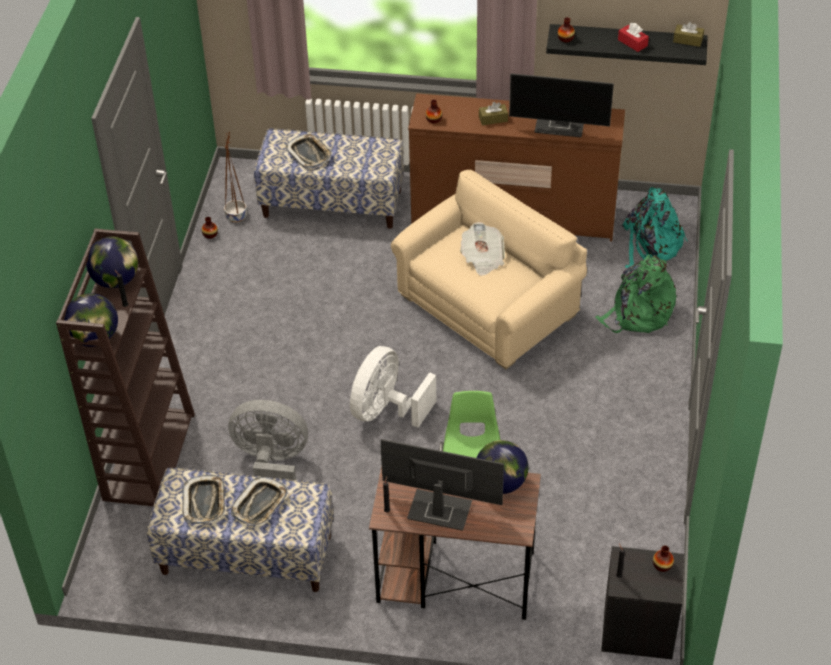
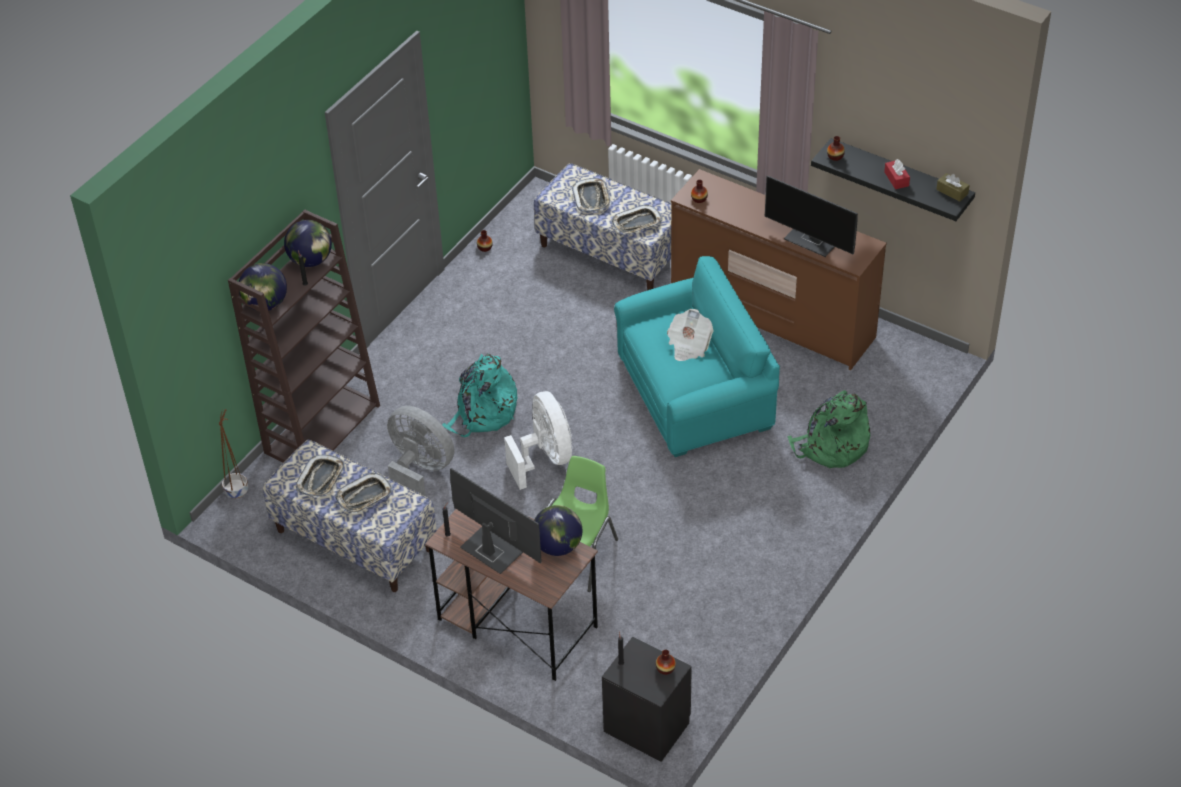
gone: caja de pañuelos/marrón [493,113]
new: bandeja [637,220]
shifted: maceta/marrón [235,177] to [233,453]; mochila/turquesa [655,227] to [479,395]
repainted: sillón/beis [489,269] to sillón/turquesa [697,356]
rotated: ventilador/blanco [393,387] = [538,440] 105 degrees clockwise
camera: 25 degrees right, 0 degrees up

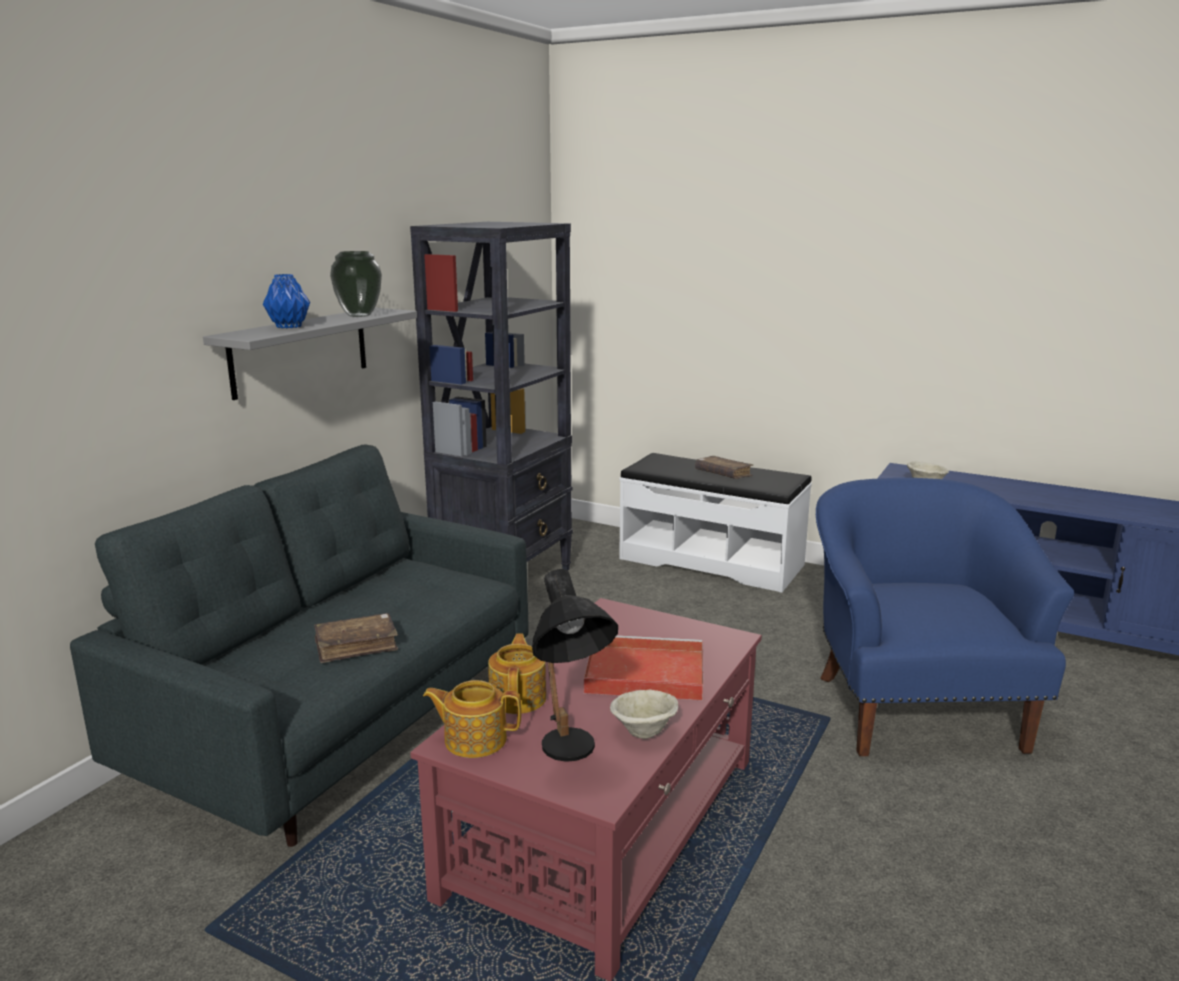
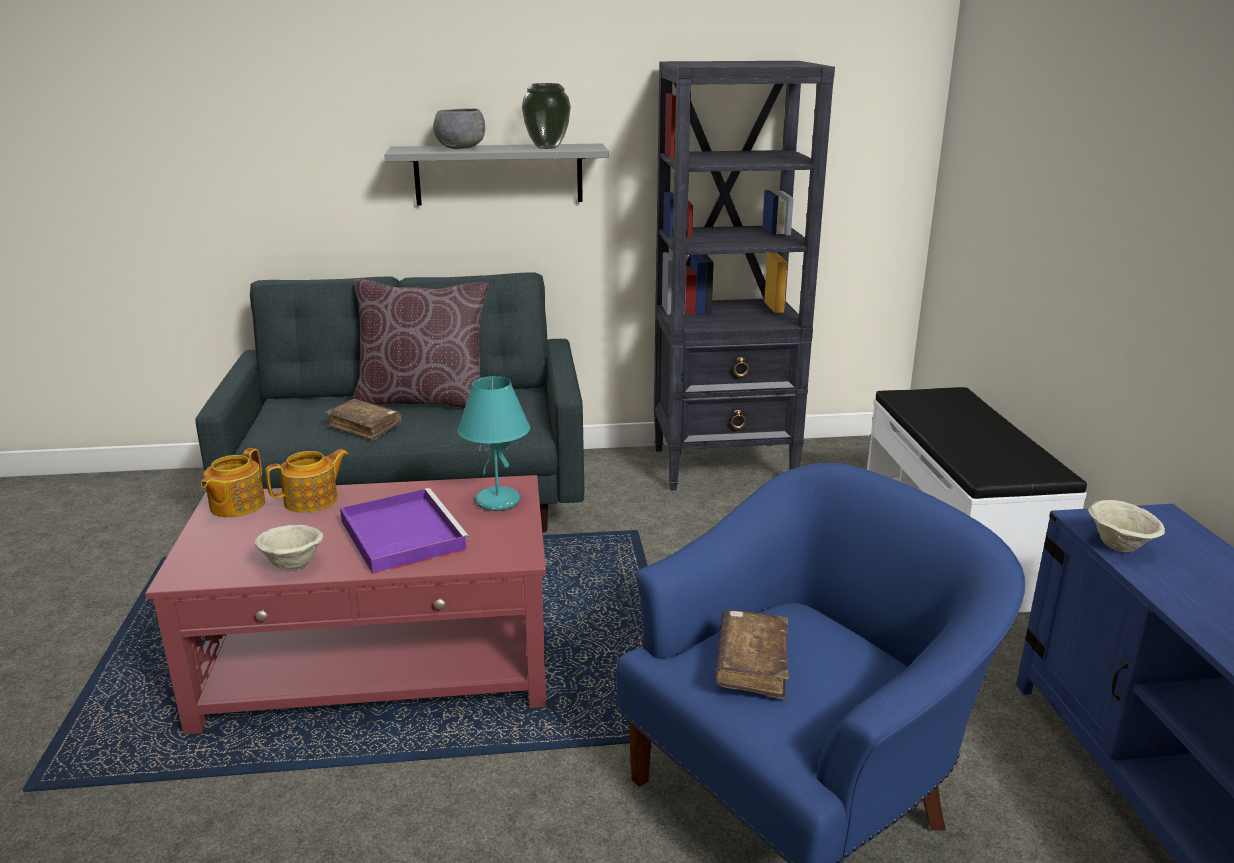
gone: lámpara de mesa/negro [575,665]
new: cojín/marrón [421,343]; lámpara de mesa/turquesa [493,443]
shifted: libro/marrón [724,467] to [752,654]
swapped: florero/azul [286,301] to cuenco/gris [459,129]
repainted: bandeja/rojo [643,667] to bandeja/morado [405,531]
rotated: tetera [472,719] = [233,482] 135 degrees counterclockwise
camera: 55 degrees right, 5 degrees up

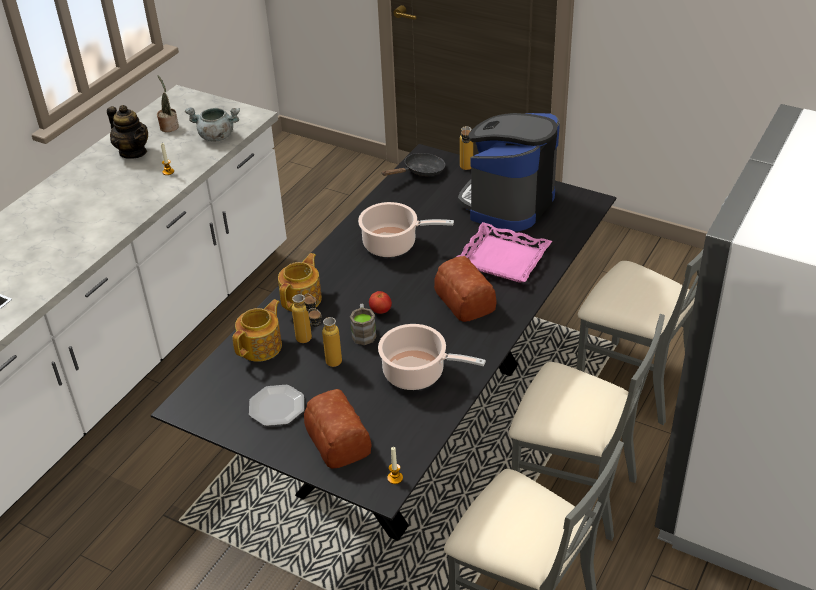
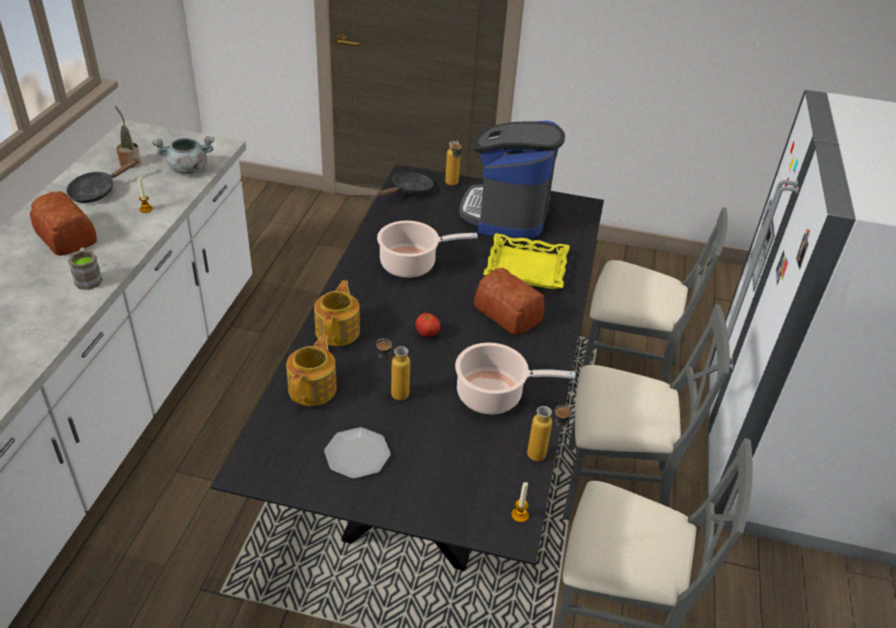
shifted: botella [304,318] to [549,433]; taza grande/marrón [363,324] to [85,268]; pan [338,429] to [63,223]
swapped: tetera [127,132] to sartén/negro [102,181]
repainted: bandeja/rosa [504,252] to bandeja/amarillo [526,261]
camera: 20 degrees left, 0 degrees up

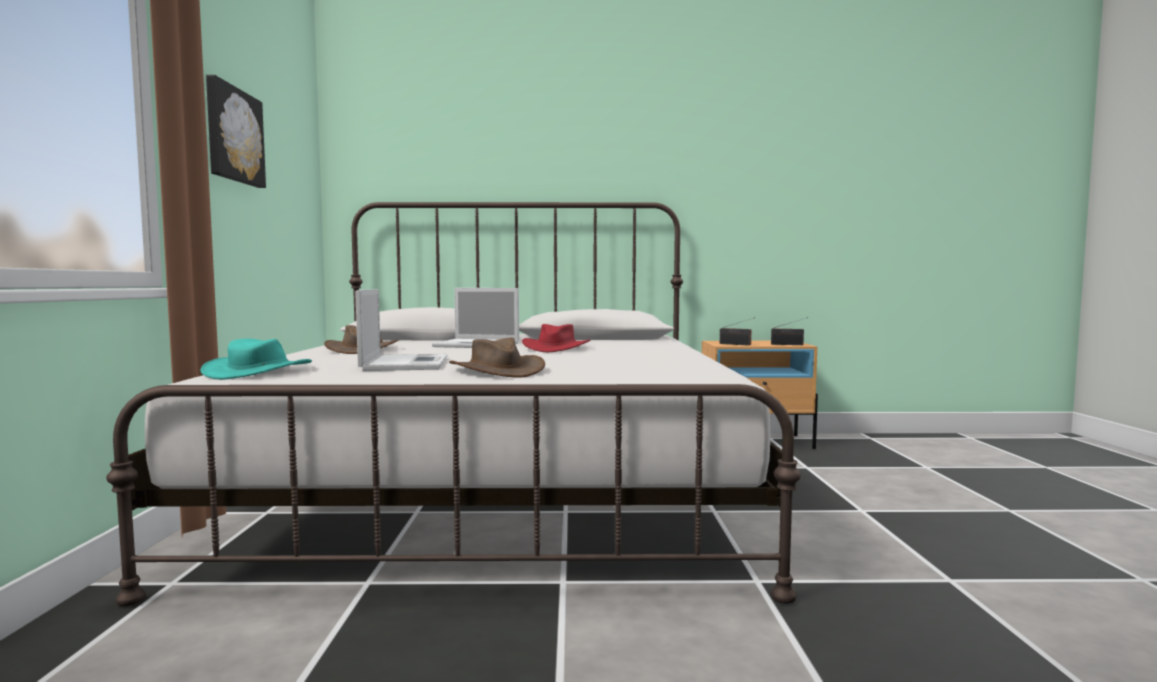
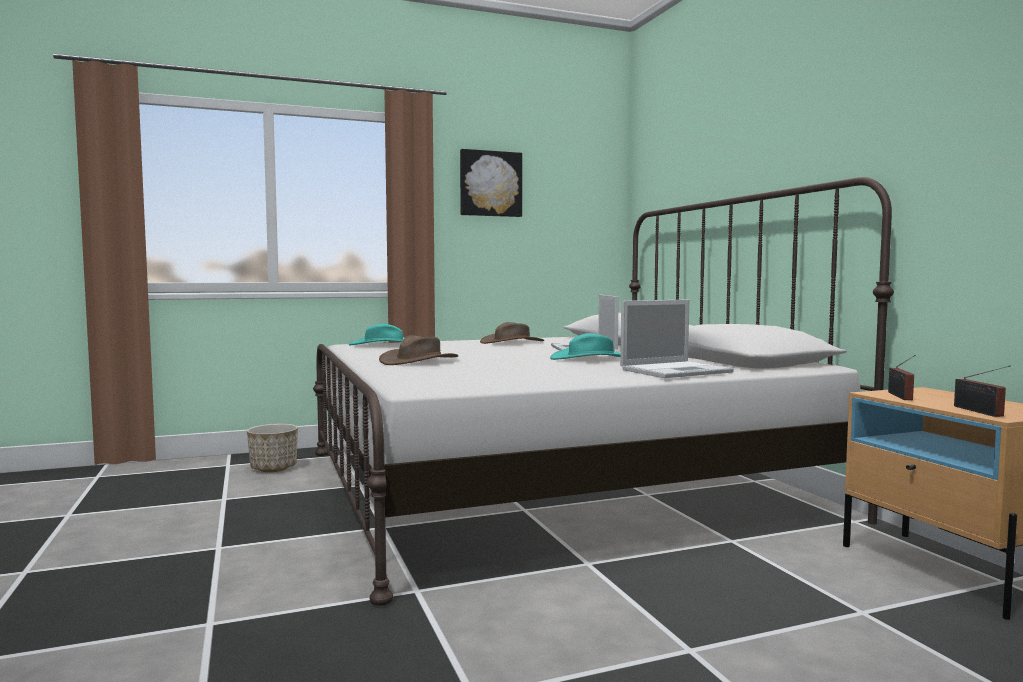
new: maceta [272,448]
shifted: portátil [401,330] to [677,338]
repainted: sombrero/rojo [556,338] to sombrero/turquesa [585,346]
camera: 70 degrees right, 0 degrees up

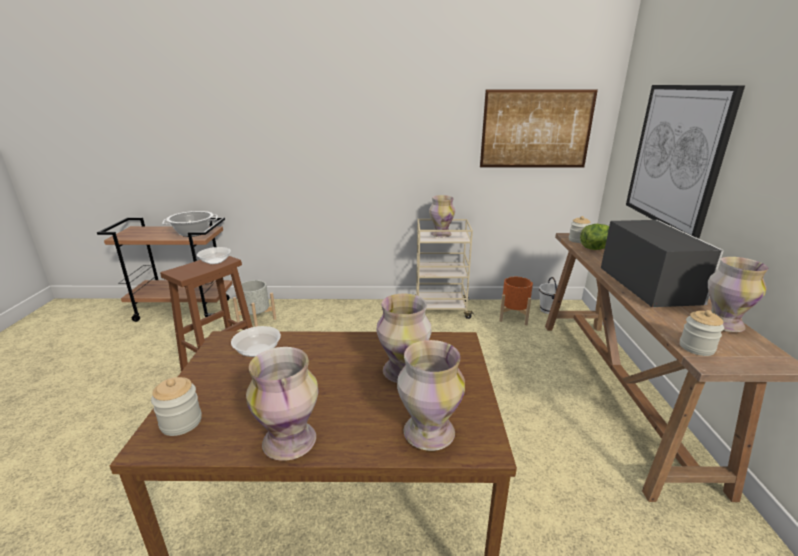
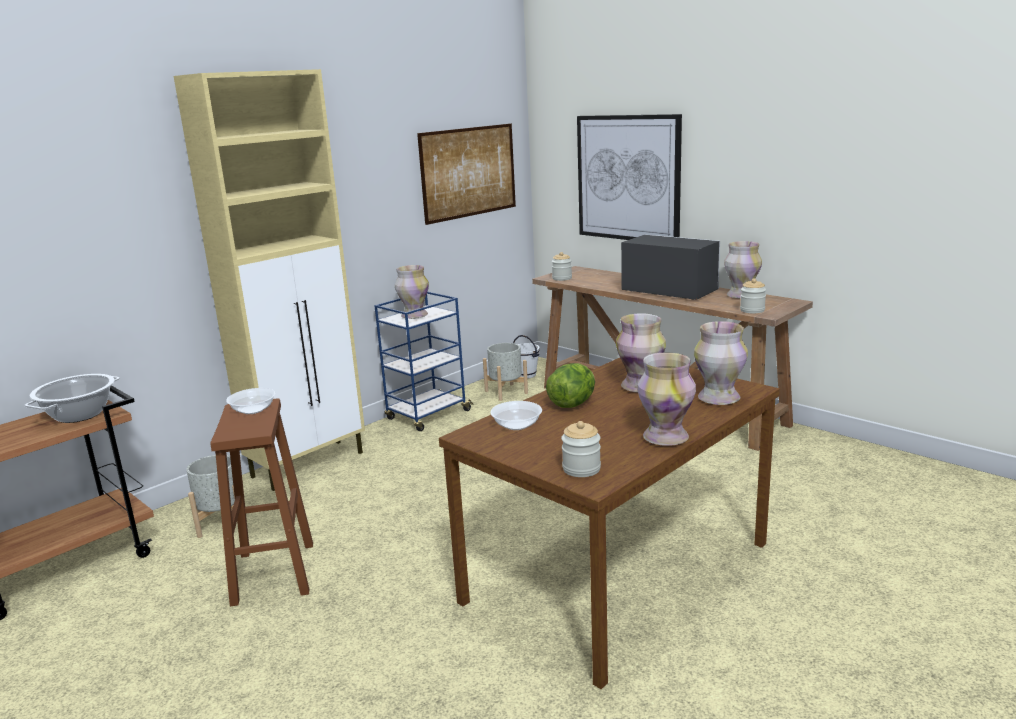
new: armario/beis [269,280]
shifted: lechuga [594,237] to [570,385]
repainted: carrito/beis [445,269] to carrito/azul [424,361]; maceta/naranja [516,301] to maceta/gris [505,372]
camera: 45 degrees left, 5 degrees down

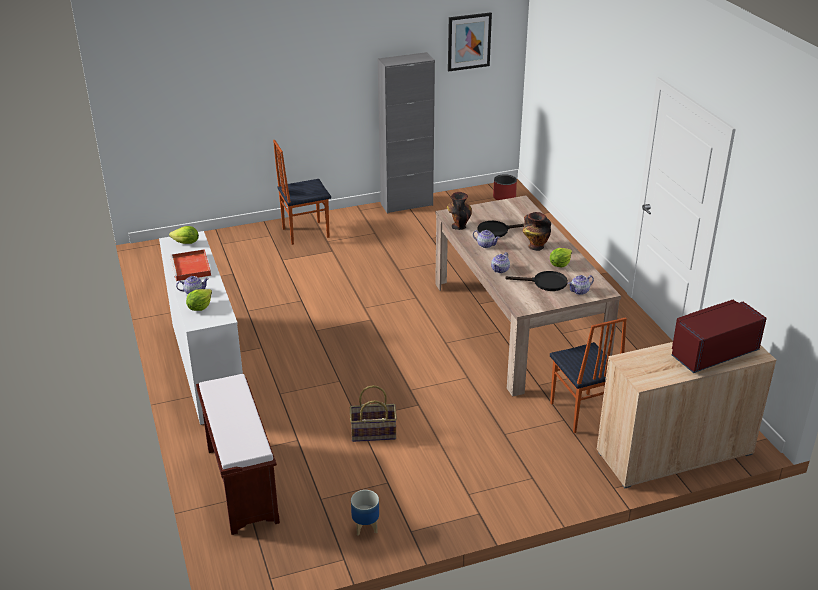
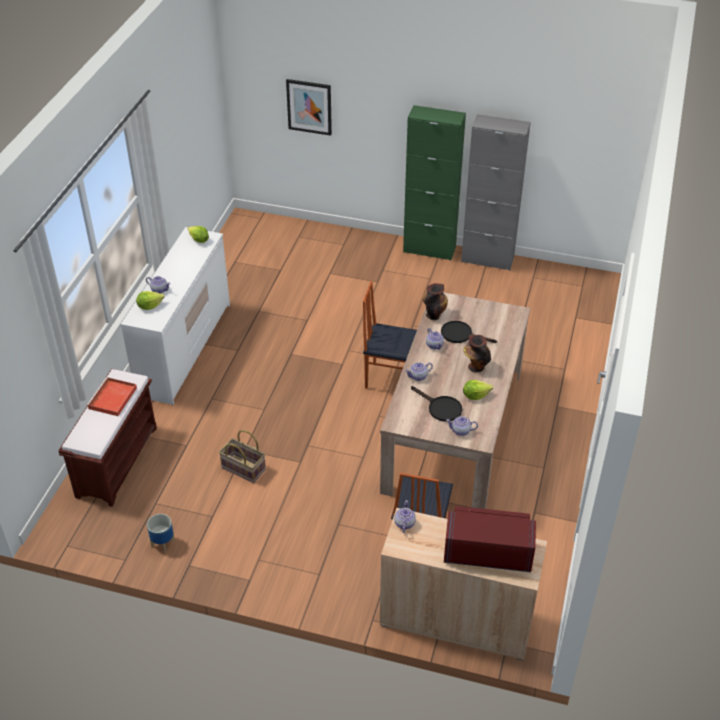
gone: maceta/rojo [505,187]
new: armario/verde [434,183]; tetera [405,516]
shifted: cuadro [470,41] to [309,107]; silla [302,192] to [390,335]; bandeja/rojo [190,265] to [111,396]
camera: 35 degrees right, 10 degrees up

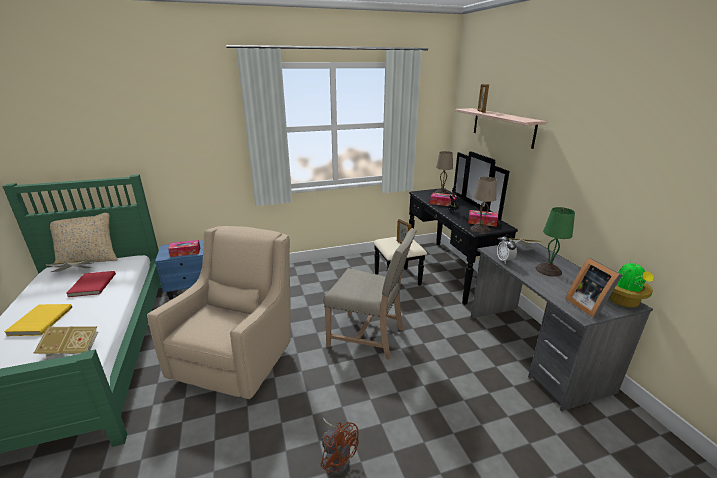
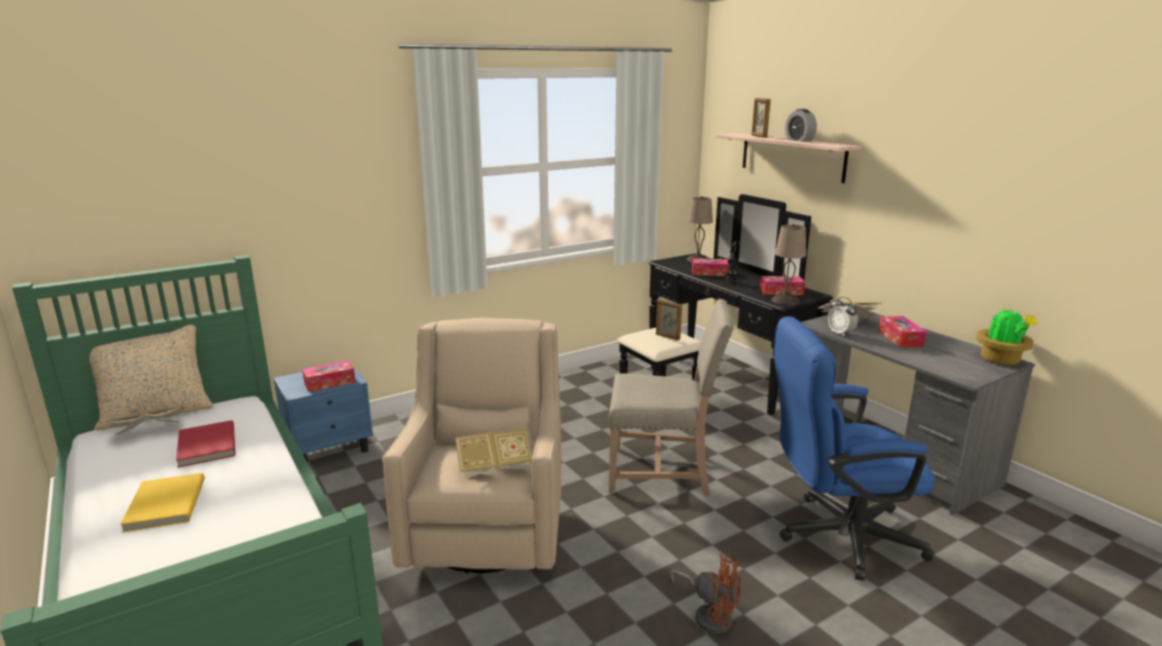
gone: portarretratos [593,288]
new: despertador [801,125]; silla de oficina/azul [854,448]
shifted: libro [65,341] to [493,453]
swapped: lámpara de mesa/verde [555,242] to caja de pañuelos [902,332]
camera: 15 degrees left, 5 degrees down

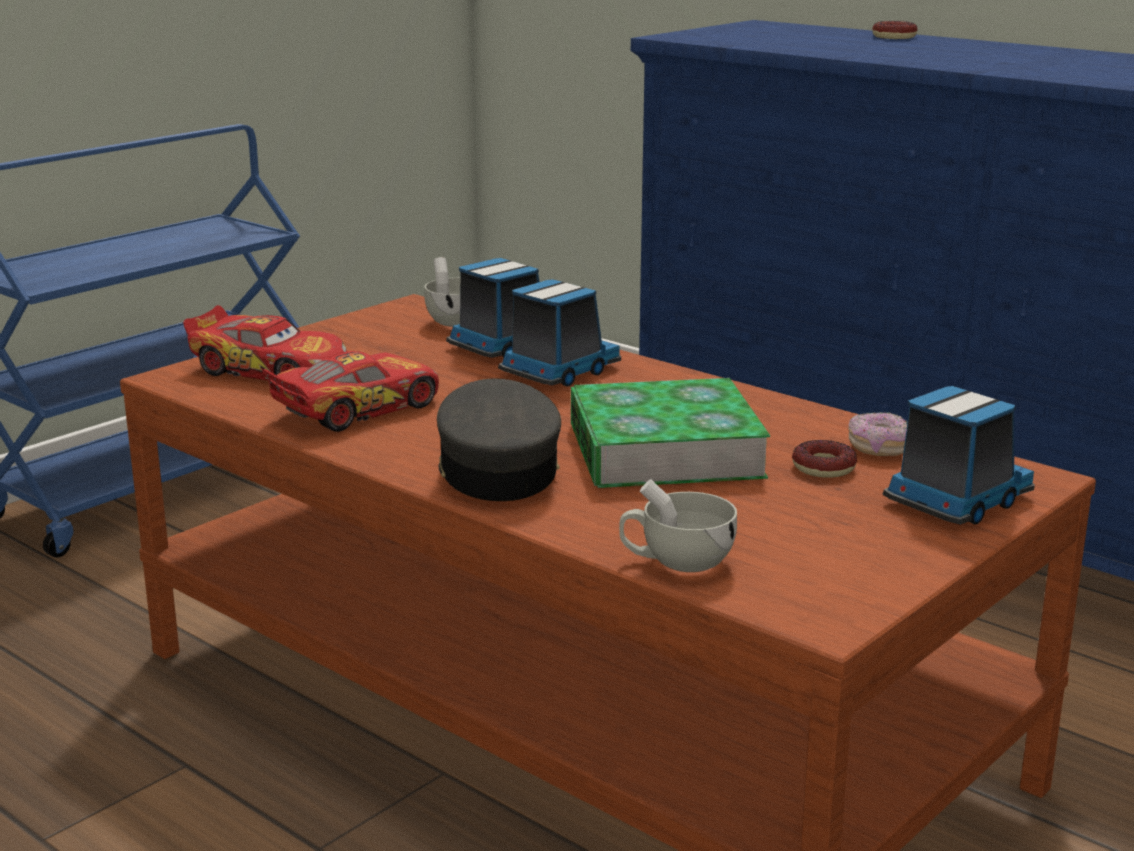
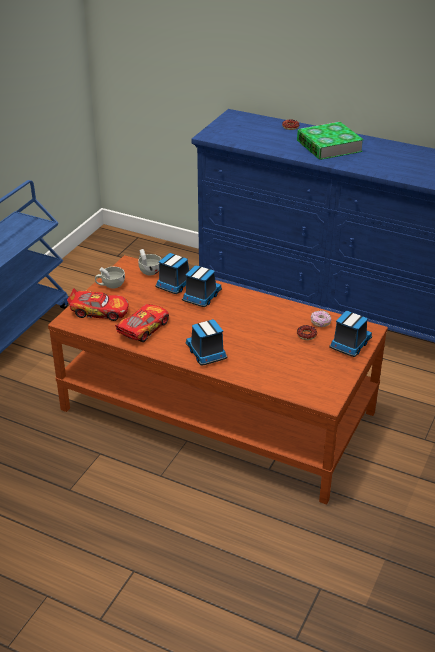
shifted: libro [670,433] to [330,141]; taza/blanco [678,525] to [110,278]
swapped: gorra/gris [499,440] to camión de juguete [206,342]
camera: 15 degrees left, 15 degrees up

